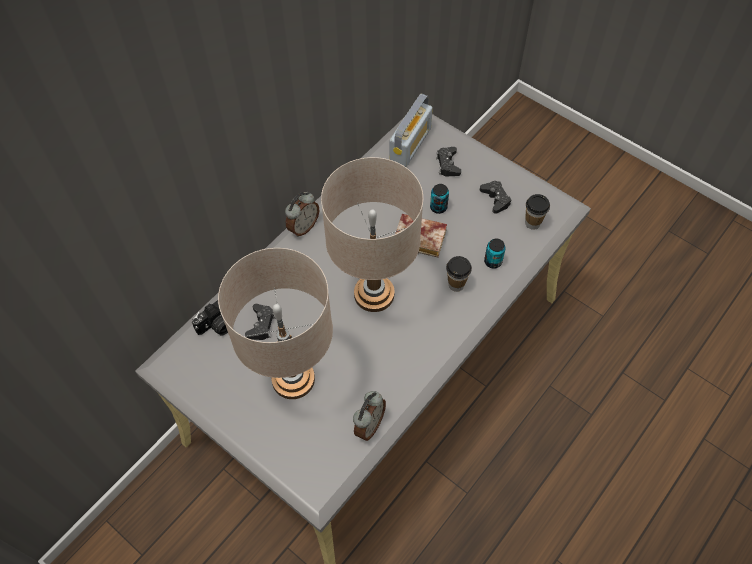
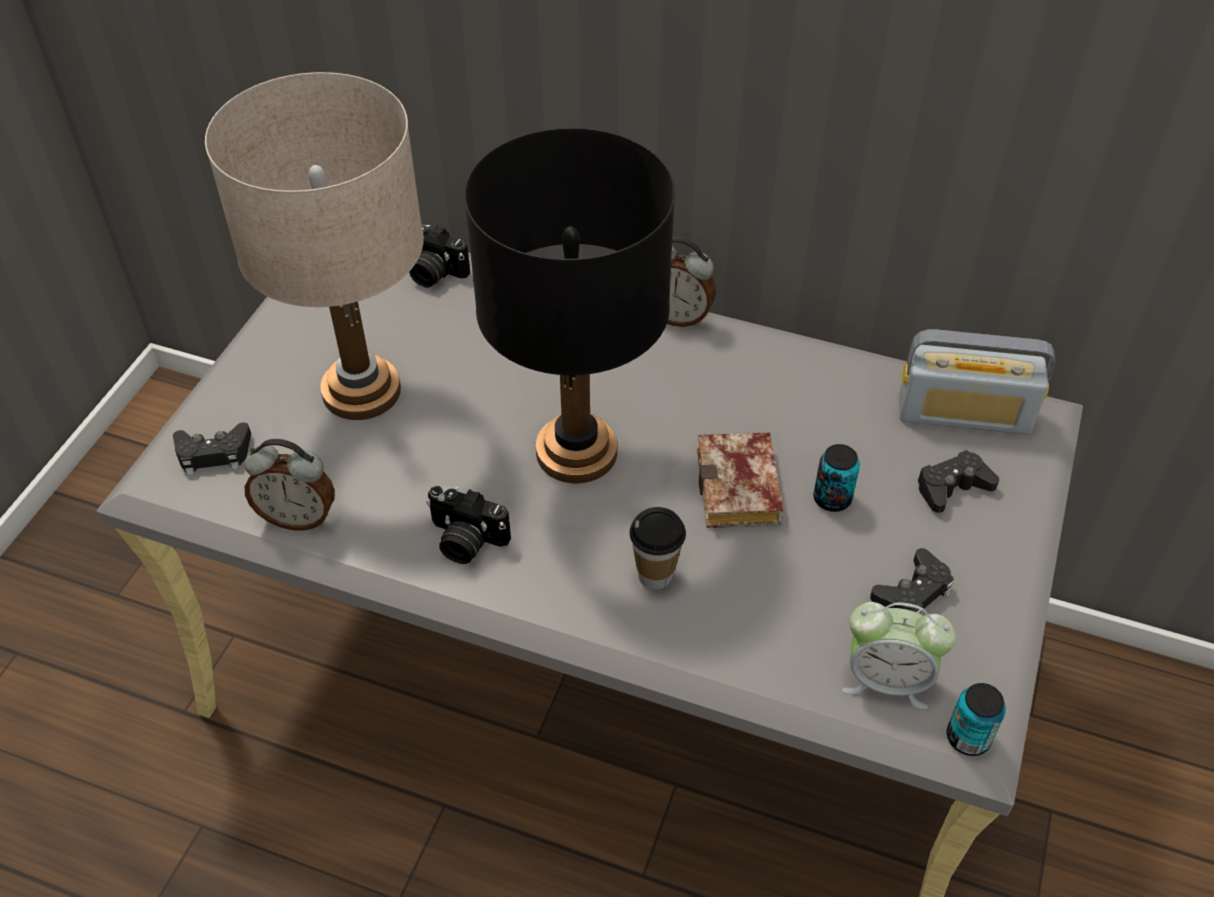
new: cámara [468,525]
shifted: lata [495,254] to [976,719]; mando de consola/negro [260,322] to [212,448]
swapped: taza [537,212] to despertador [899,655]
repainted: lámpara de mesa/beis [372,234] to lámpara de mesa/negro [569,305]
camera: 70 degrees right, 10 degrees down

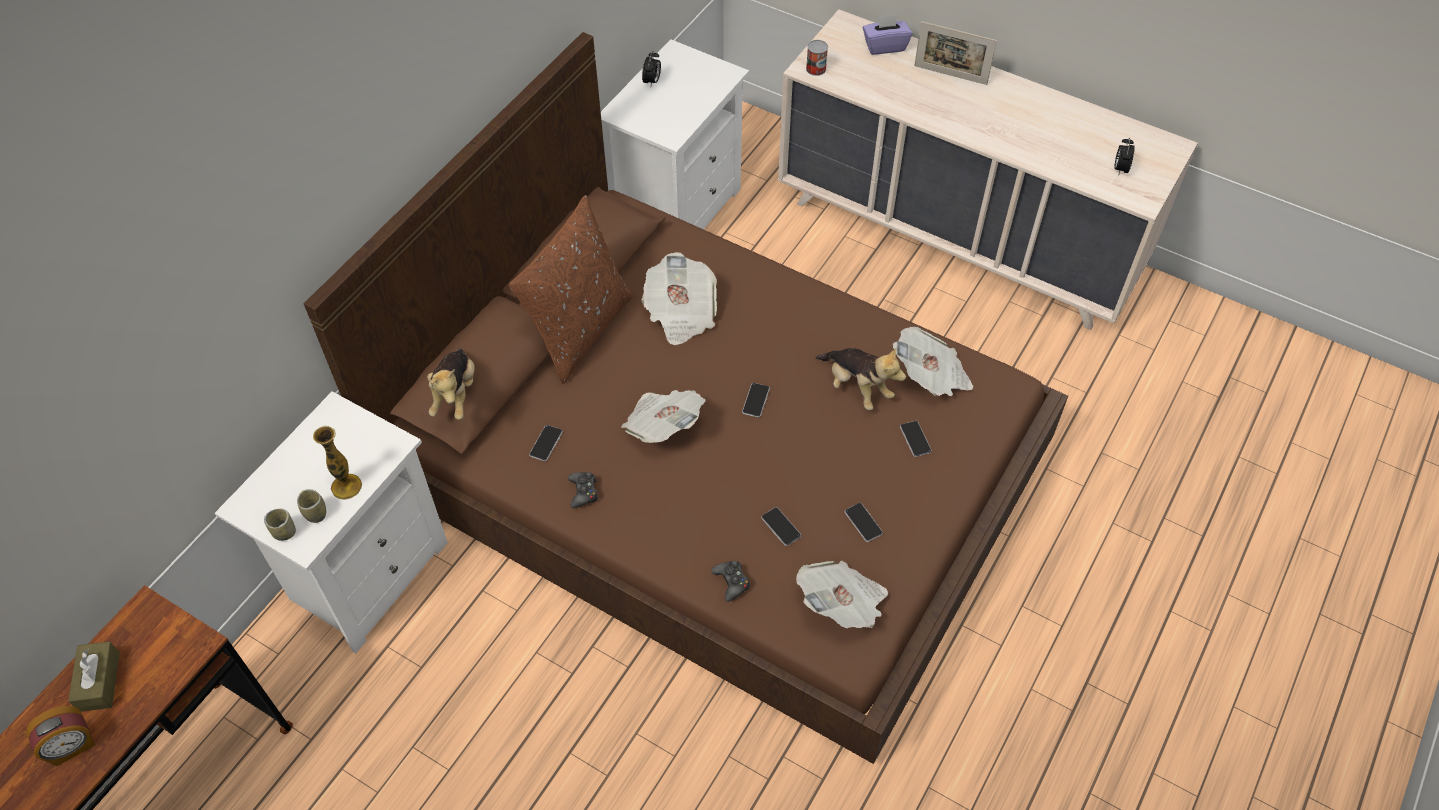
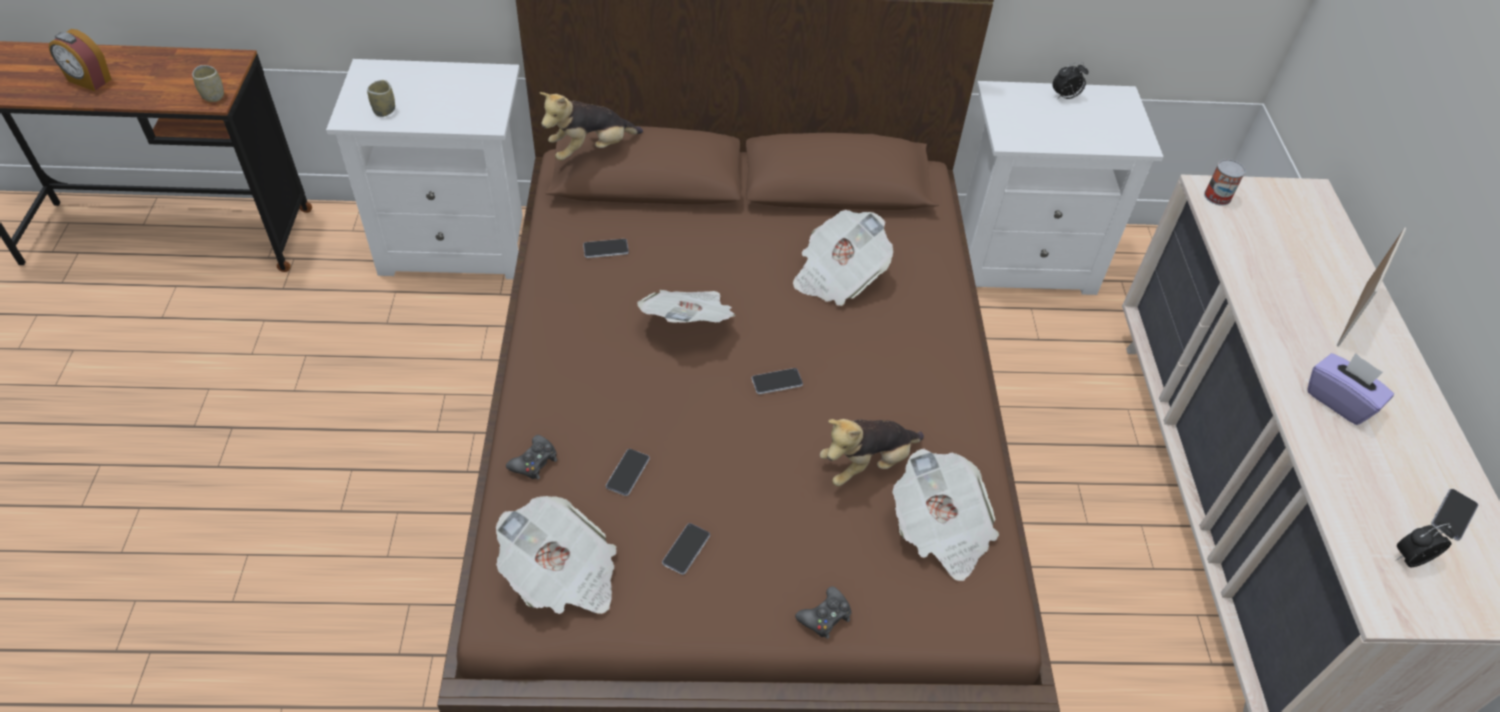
gone: cojín/marrón [571,289]; florero [337,463]; caja de pañuelos/marrón [94,676]
shifted: caja de pañuelos/morado [887,34] to [1350,389]; móvil [916,439] to [1454,515]; mando de consola/negro [583,490] to [823,612]; taza [280,525] to [208,83]
rotated: portarretratos [955,53] = [1371,287] 135 degrees counterclockwise; peluche [861,379] = [872,452] 45 degrees clockwise
camera: 55 degrees right, 5 degrees down

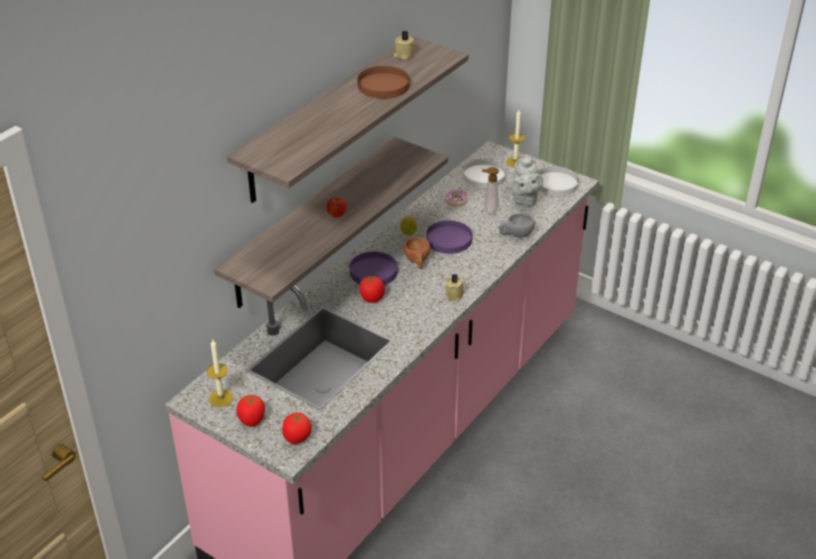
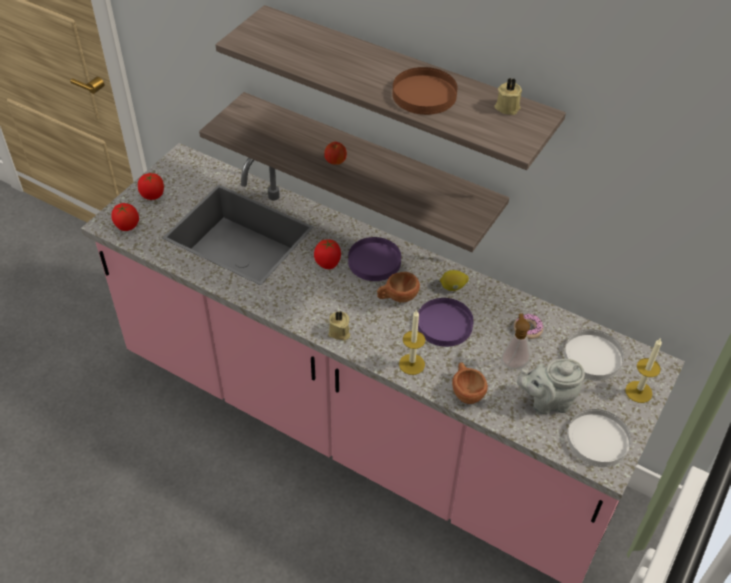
shifted: vela [220,373] to [412,342]
repainted: taza/gris [517,225] to taza/marrón [470,383]
camera: 85 degrees right, 10 degrees up

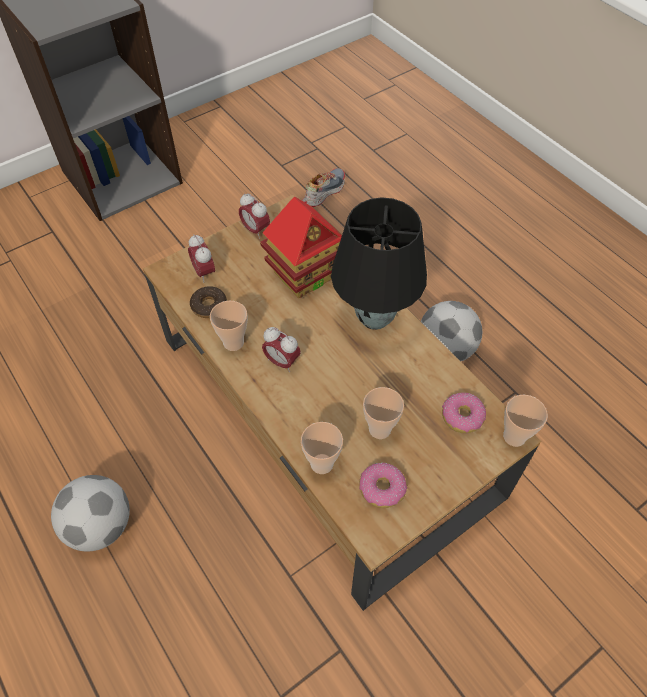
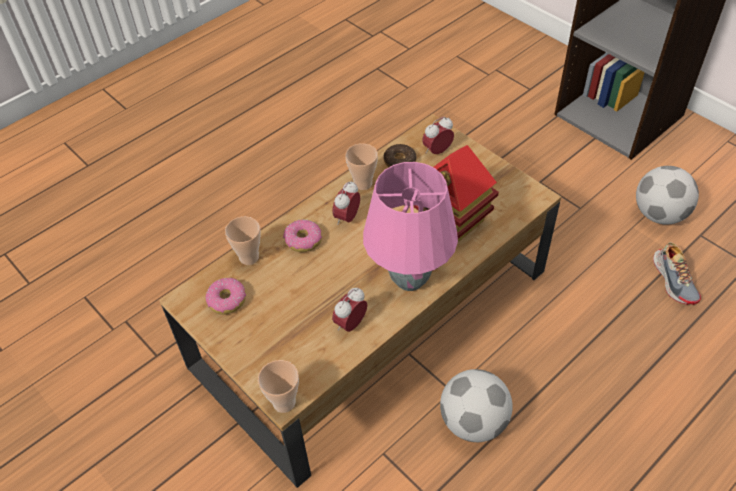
gone: taza [383,413]
shifted: despertador [254,216] to [349,310]; rosquilla [464,413] to [302,235]; balón de fútbol [90,513] to [667,195]
repainted: lámpara de mesa/negro [379,263] to lámpara de mesa/rosa [410,226]
rotated: zapato [323,187] = [677,273] 45 degrees clockwise
camera: 85 degrees right, 5 degrees down

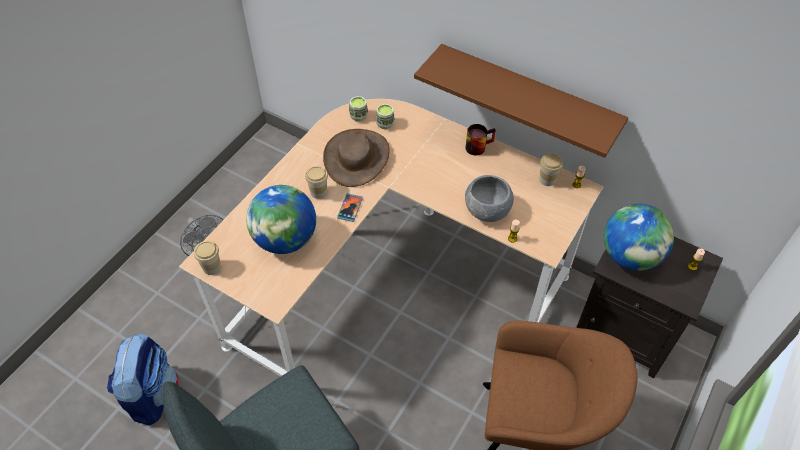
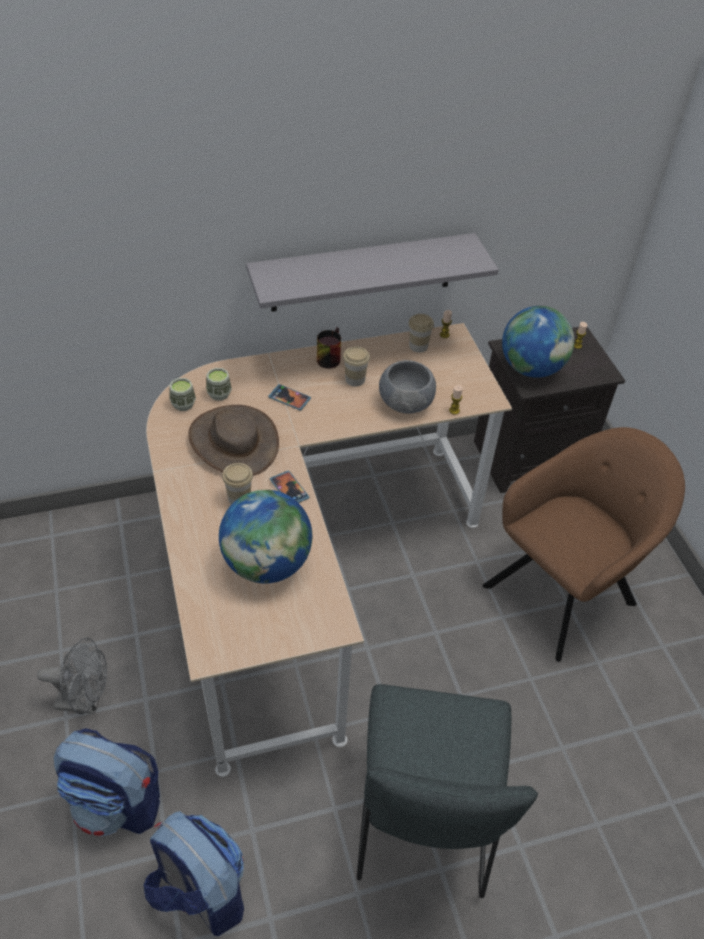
new: móvil [289,397]; mochila [107,782]
shifted: taza [207,258] to [356,366]
repainted: estante/marrón [521,101] to estante/gris [372,272]
camera: 50 degrees left, 5 degrees down

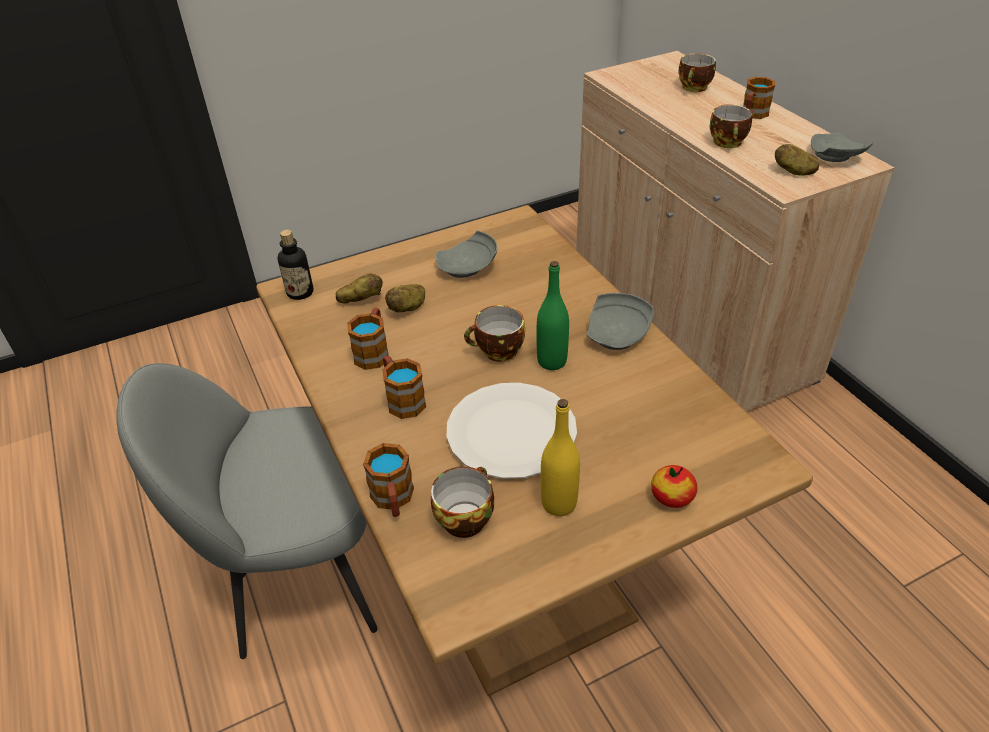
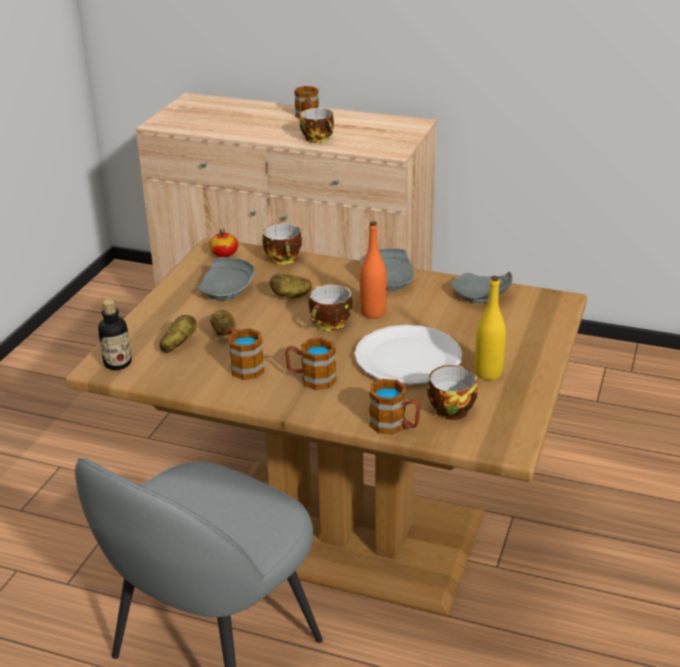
shifted: taza [697,72] to [282,244]; plato/gris [842,147] to [482,287]; patata [797,160] to [291,285]; manzana [674,486] to [223,243]
repainted: botella/verde [553,315] to botella/naranja [373,270]
camera: 45 degrees left, 10 degrees down

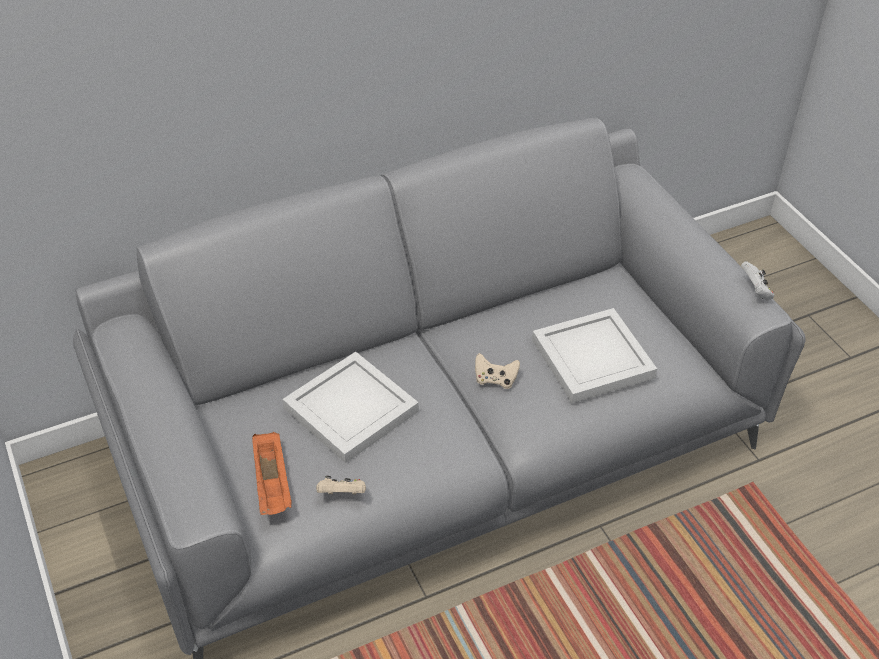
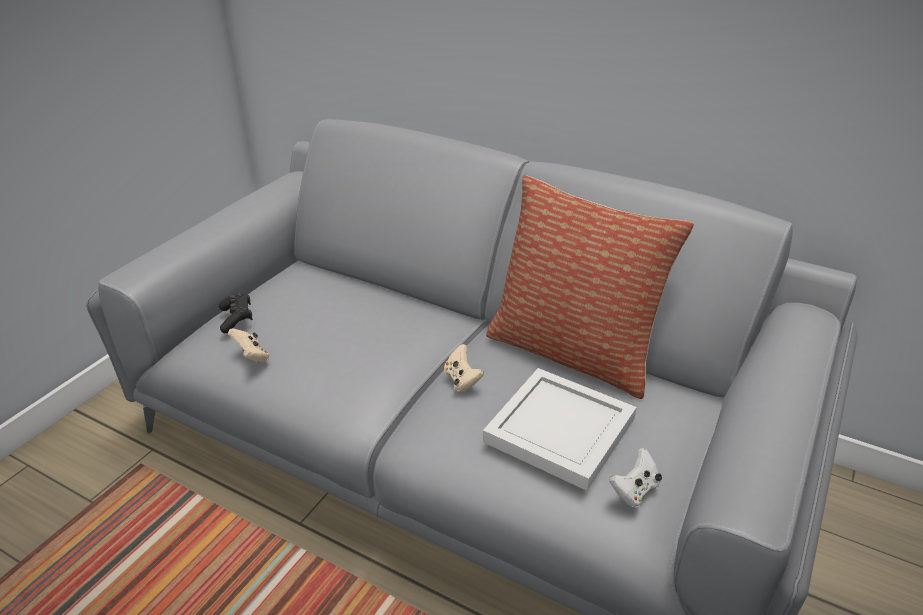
gone: bandeja/blanco [350,407]
new: cojín [590,287]
shifted: mando de consola/blanco [757,281] to [635,477]
swapped: bandeja/naranja [272,473] to mando de consola/negro [236,312]
camera: 55 degrees right, 10 degrees down

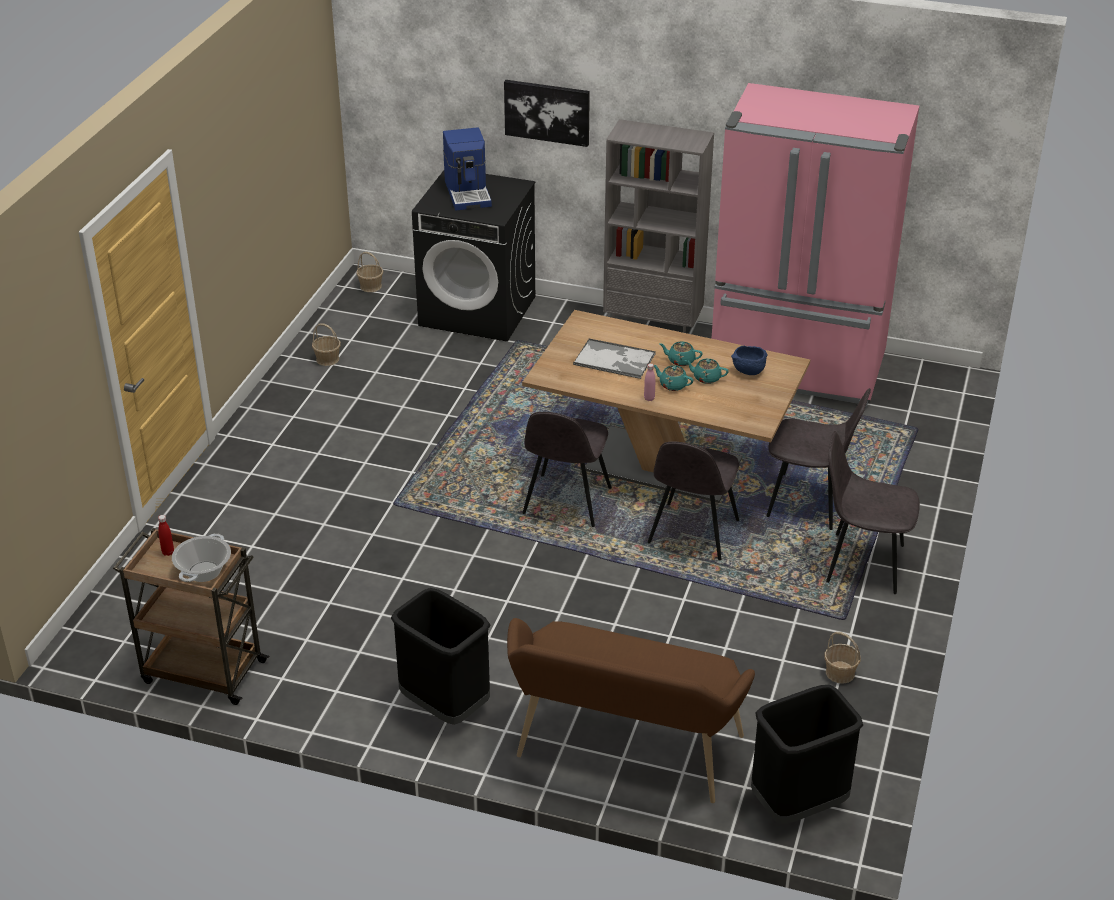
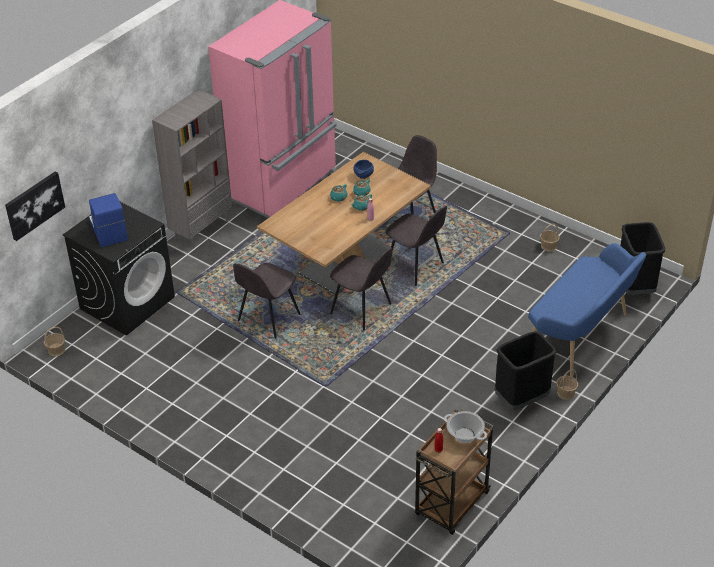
gone: bandeja [614,358]
shifted: cuadro [547,113] to [35,206]; cesta [326,344] to [567,384]; silla/gris [873,512] to [267,301]
repainted: banco/marrón [631,710] to banco/azul [587,310]
rotated: cafetera [467,169] = [108,220] 120 degrees counterclockwise
camera: 70 degrees left, 5 degrees up

